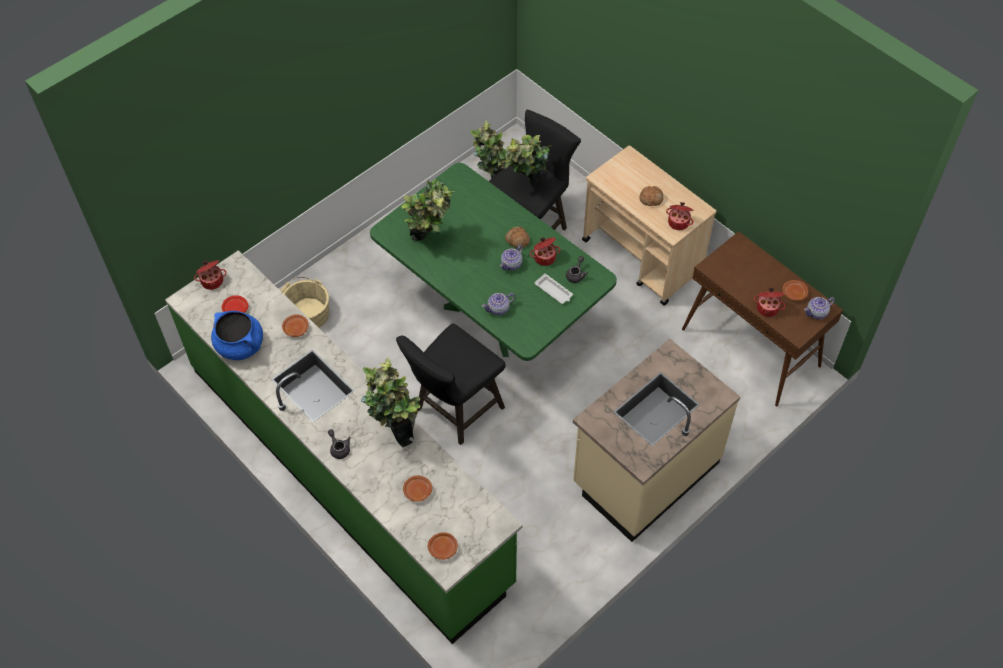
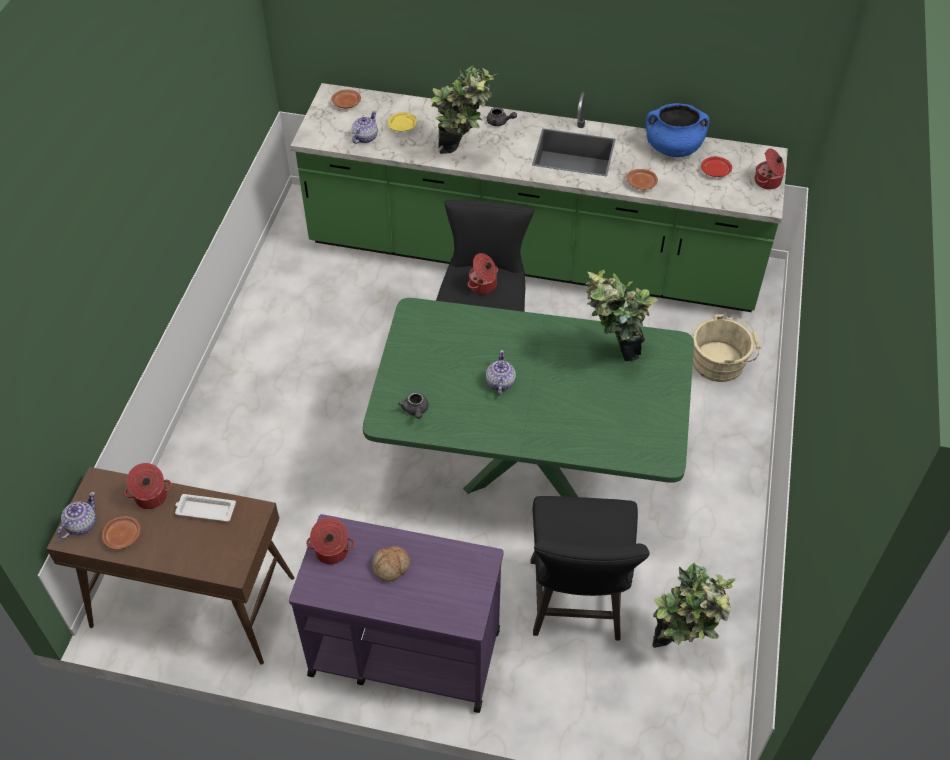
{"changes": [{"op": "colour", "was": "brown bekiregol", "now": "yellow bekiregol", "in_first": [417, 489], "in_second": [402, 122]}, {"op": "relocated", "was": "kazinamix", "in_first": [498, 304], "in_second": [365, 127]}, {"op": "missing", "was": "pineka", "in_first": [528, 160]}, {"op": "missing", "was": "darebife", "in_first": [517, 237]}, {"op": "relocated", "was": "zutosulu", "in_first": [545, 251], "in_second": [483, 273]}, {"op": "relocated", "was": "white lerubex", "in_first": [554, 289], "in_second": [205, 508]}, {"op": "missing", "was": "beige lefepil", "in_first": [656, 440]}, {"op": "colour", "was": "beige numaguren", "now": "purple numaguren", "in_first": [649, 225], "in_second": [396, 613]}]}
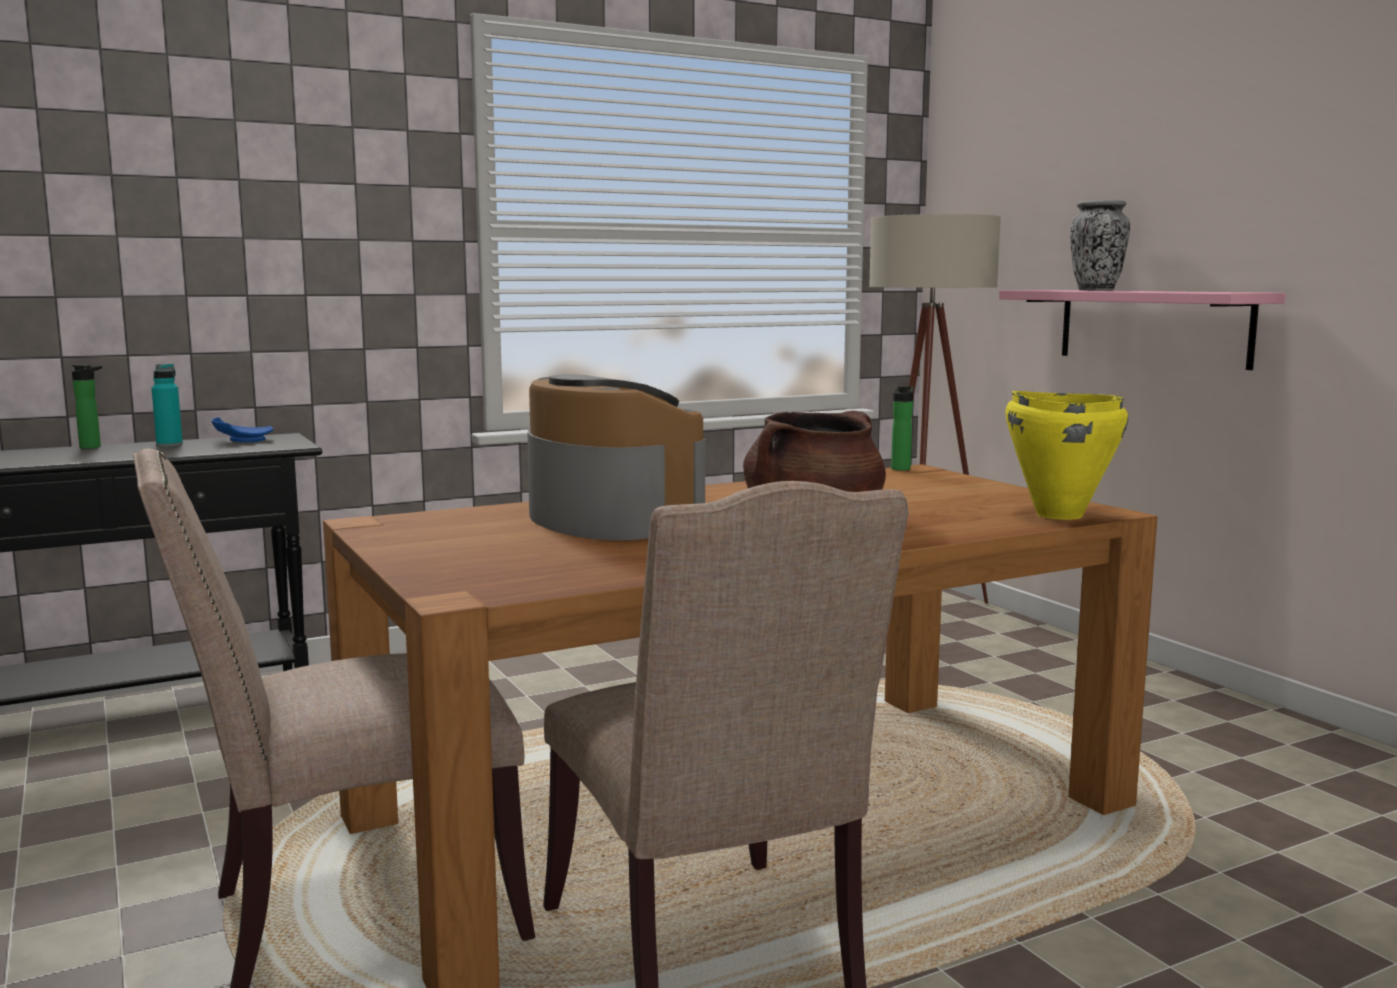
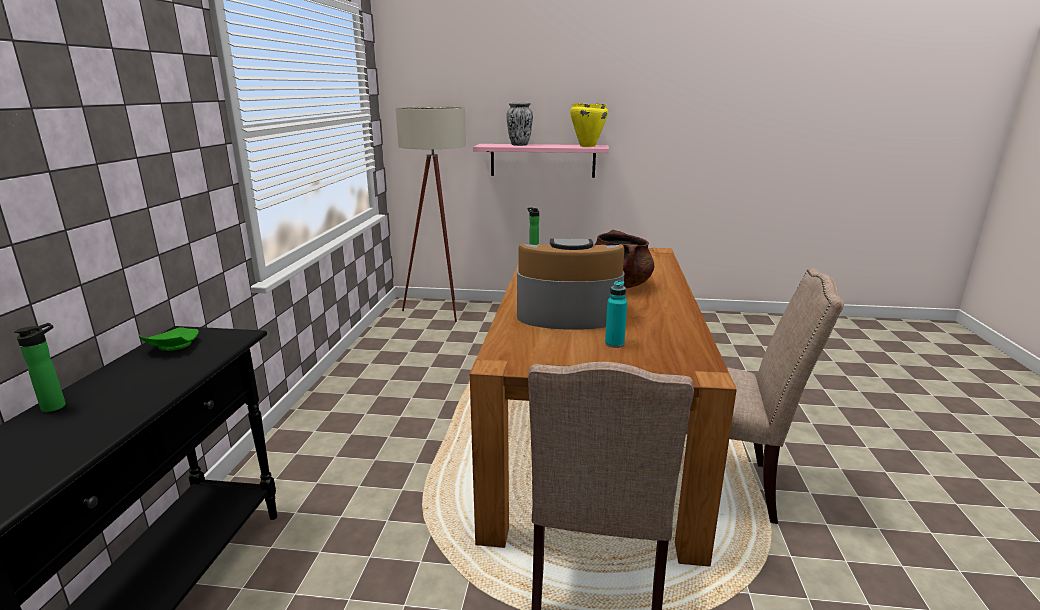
{"changes": [{"op": "relocated", "was": "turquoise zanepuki", "in_first": [167, 405], "in_second": [616, 314]}, {"op": "colour", "was": "blue bekiregol", "now": "green bekiregol", "in_first": [242, 429], "in_second": [169, 339]}, {"op": "relocated", "was": "yellow zutosulu", "in_first": [1066, 455], "in_second": [589, 125]}]}
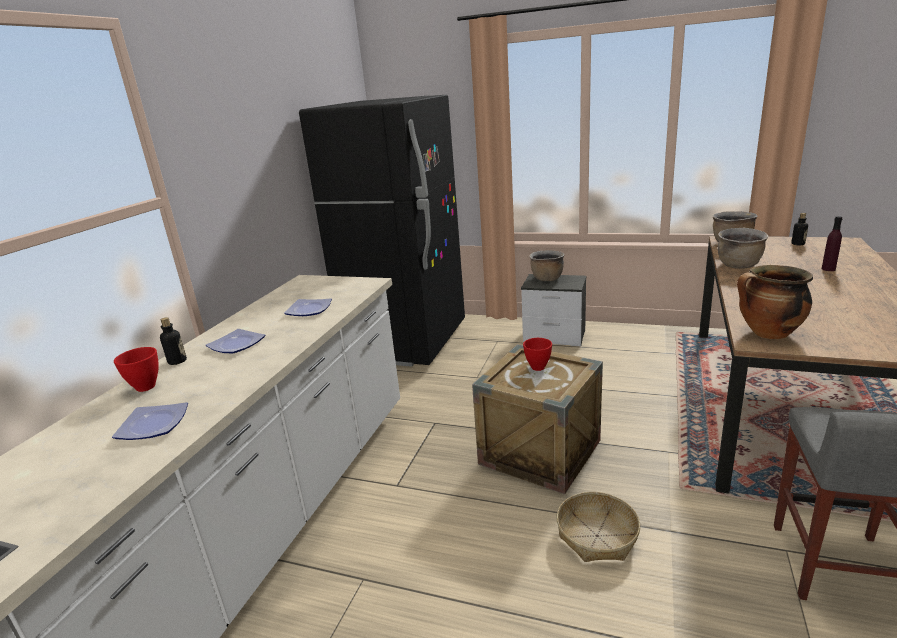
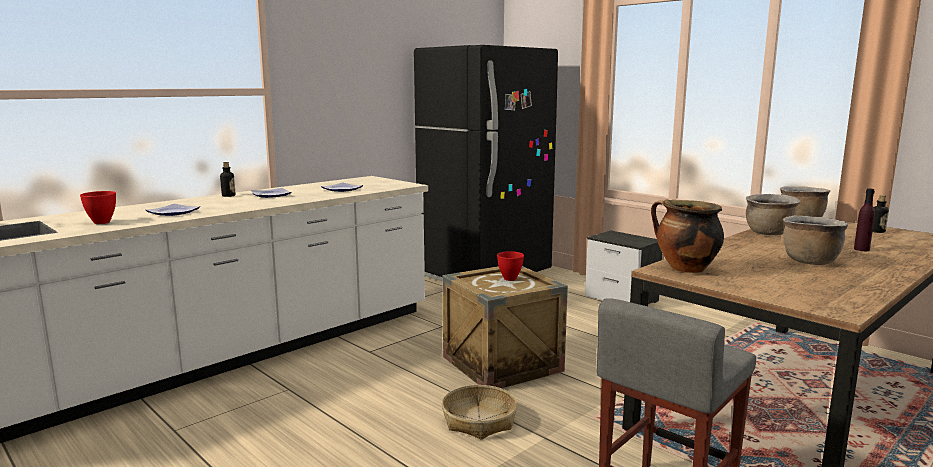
{"changes": [{"op": "relocated", "was": "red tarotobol", "in_first": [136, 369], "in_second": [98, 207]}, {"op": "relocated", "was": "brown zutosulu", "in_first": [547, 265], "in_second": [816, 240]}]}
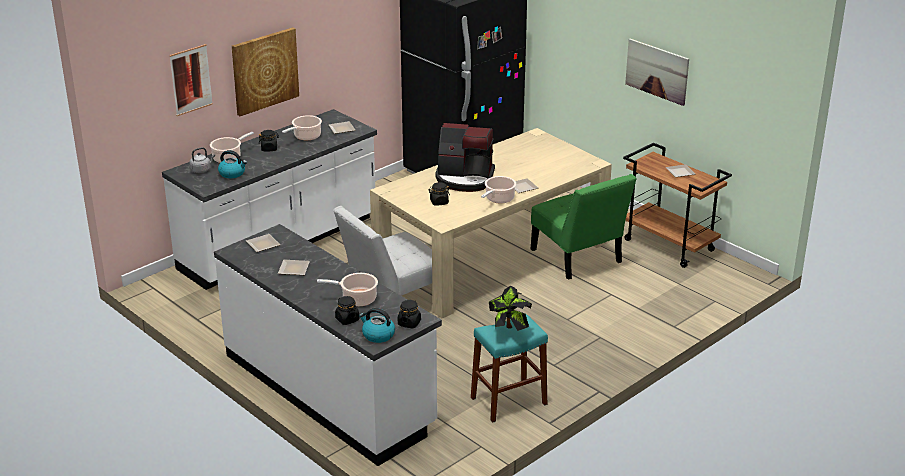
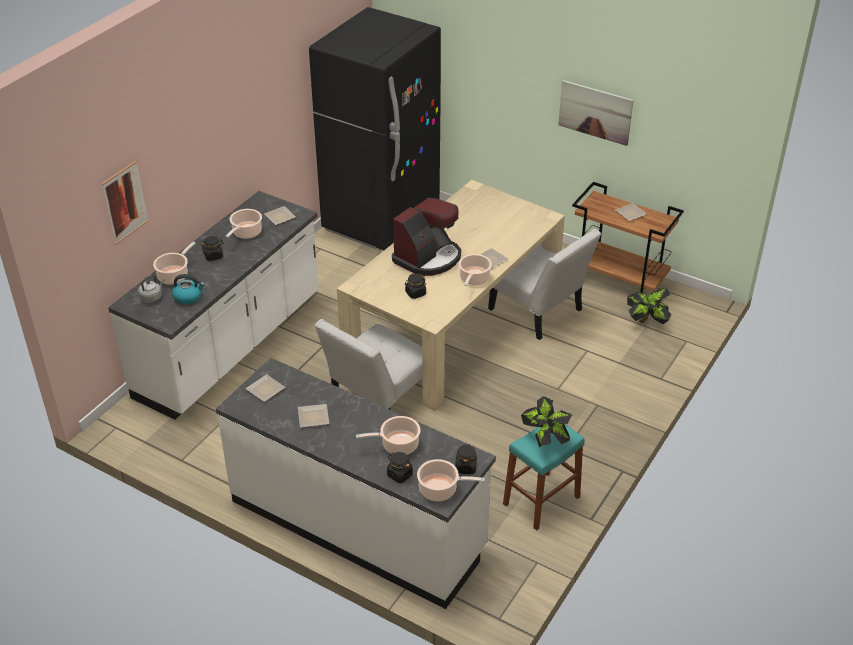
{"changes": [{"op": "missing", "was": "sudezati", "in_first": [265, 71]}, {"op": "exchanged", "was": "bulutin", "now": "zutosulu", "in_first": [377, 325], "in_second": [451, 480]}, {"op": "spun", "was": "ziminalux", "in_first": [465, 157], "in_second": [426, 237], "clockwise": -45}, {"op": "colour", "was": "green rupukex", "now": "white rupukex", "in_first": [584, 227], "in_second": [544, 284]}, {"op": "appeared", "now": "pineka", "in_second": [649, 306]}]}
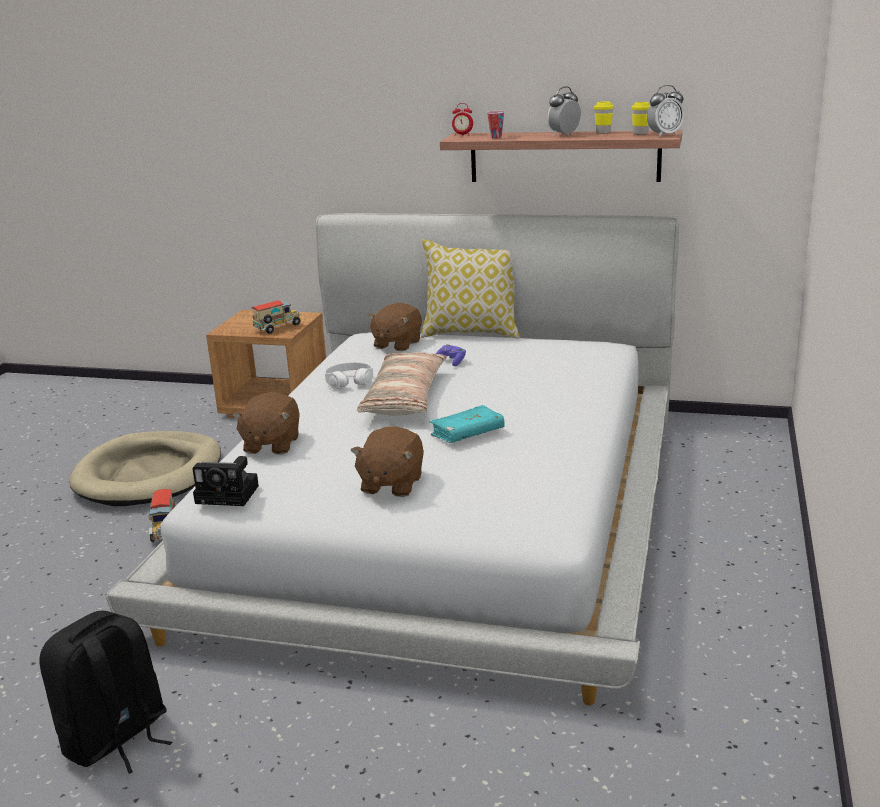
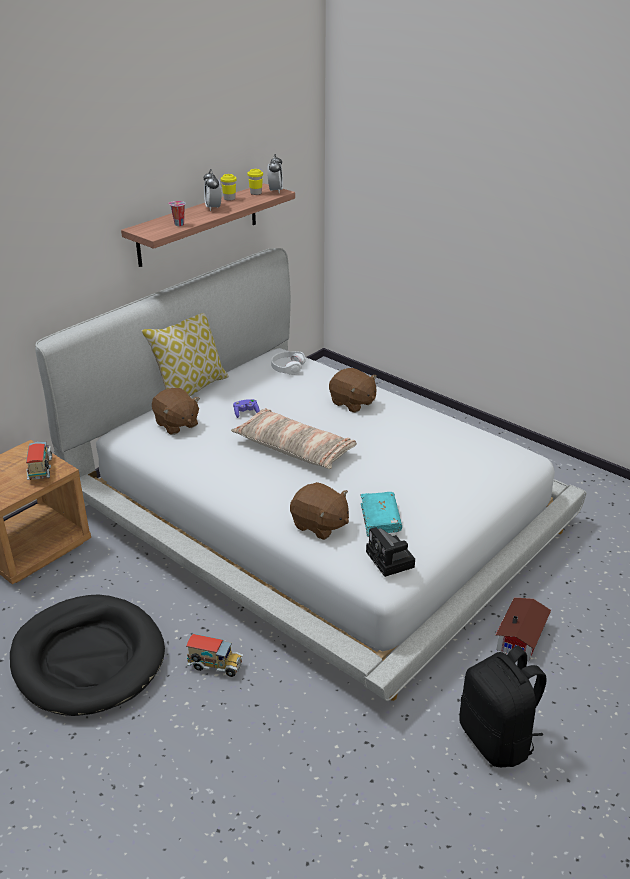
{"changes": [{"op": "colour", "was": "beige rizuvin", "now": "black rizuvin", "in_first": [145, 468], "in_second": [87, 655]}, {"op": "spun", "was": "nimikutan", "in_first": [225, 481], "in_second": [390, 552], "clockwise": 120}, {"op": "relocated", "was": "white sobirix", "in_first": [349, 376], "in_second": [288, 363]}, {"op": "relocated", "was": "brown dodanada", "in_first": [387, 461], "in_second": [353, 390]}, {"op": "relocated", "was": "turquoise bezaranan", "in_first": [467, 424], "in_second": [381, 514]}, {"op": "missing", "was": "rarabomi", "in_first": [462, 119]}, {"op": "appeared", "now": "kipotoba", "in_second": [523, 630]}]}
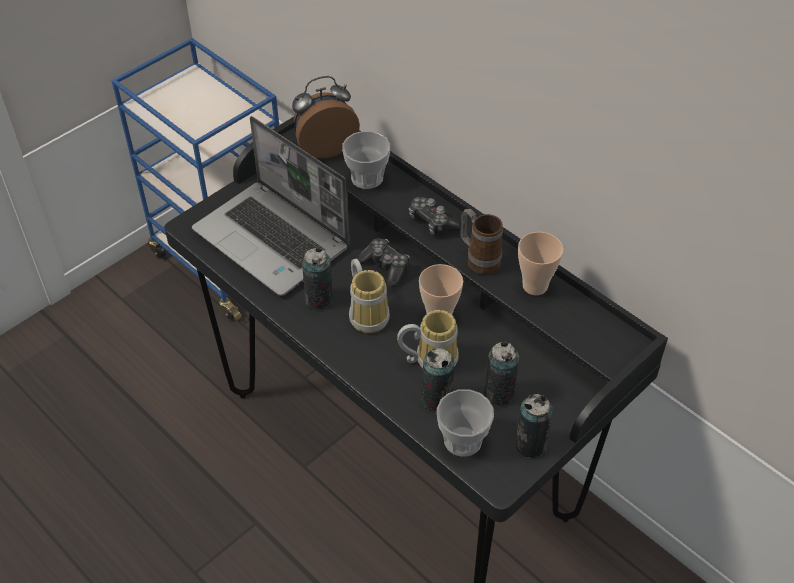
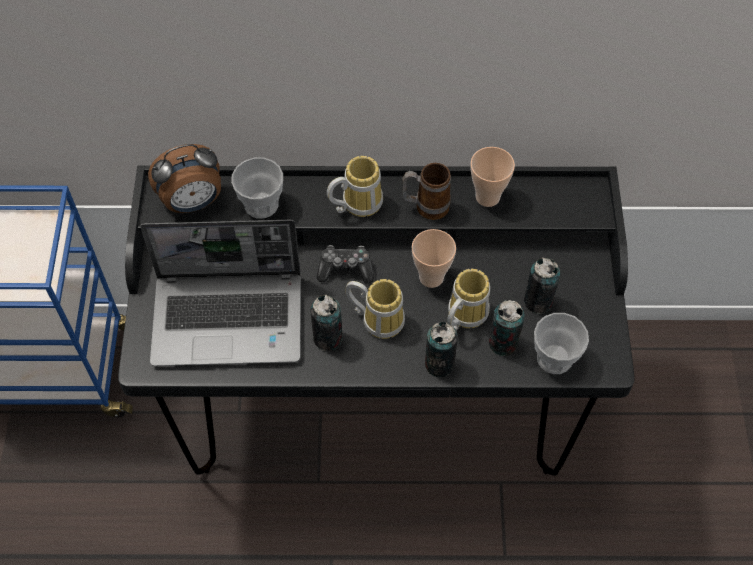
{"changes": [{"op": "spun", "was": "rarabomi", "in_first": [326, 117], "in_second": [184, 178], "clockwise": -135}, {"op": "exchanged", "was": "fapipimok", "now": "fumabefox", "in_first": [435, 216], "in_second": [355, 186]}, {"op": "relocated", "was": "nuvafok", "in_first": [534, 426], "in_second": [441, 349]}]}
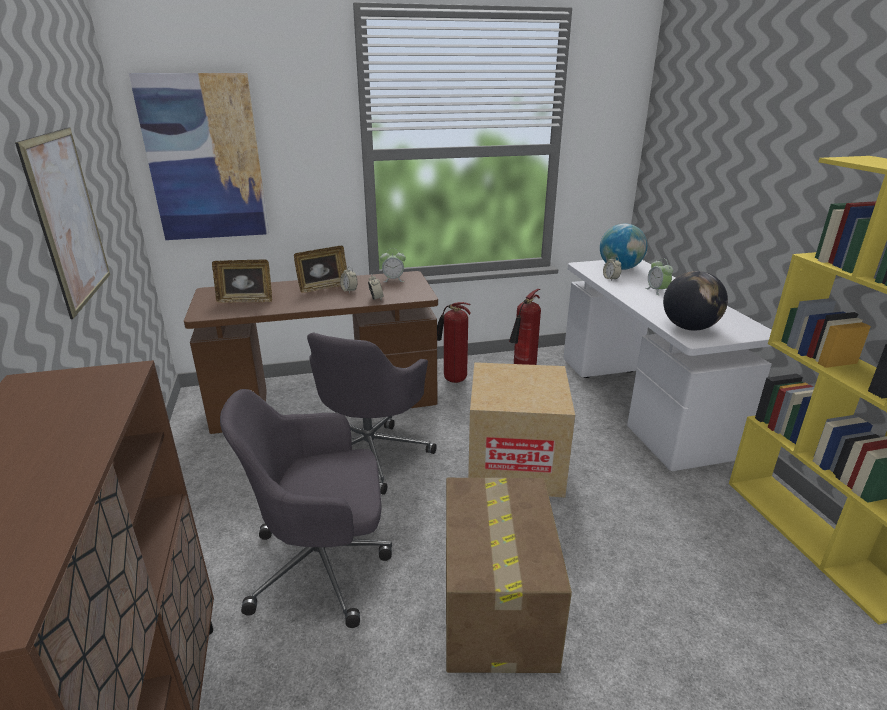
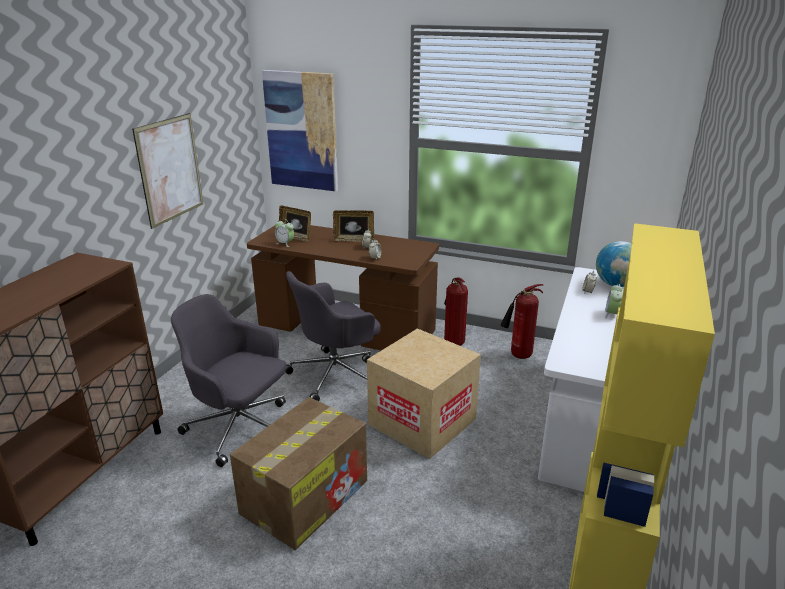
{"changes": [{"op": "relocated", "was": "rarabomi", "in_first": [393, 267], "in_second": [284, 233]}, {"op": "missing", "was": "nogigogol", "in_first": [695, 300]}]}
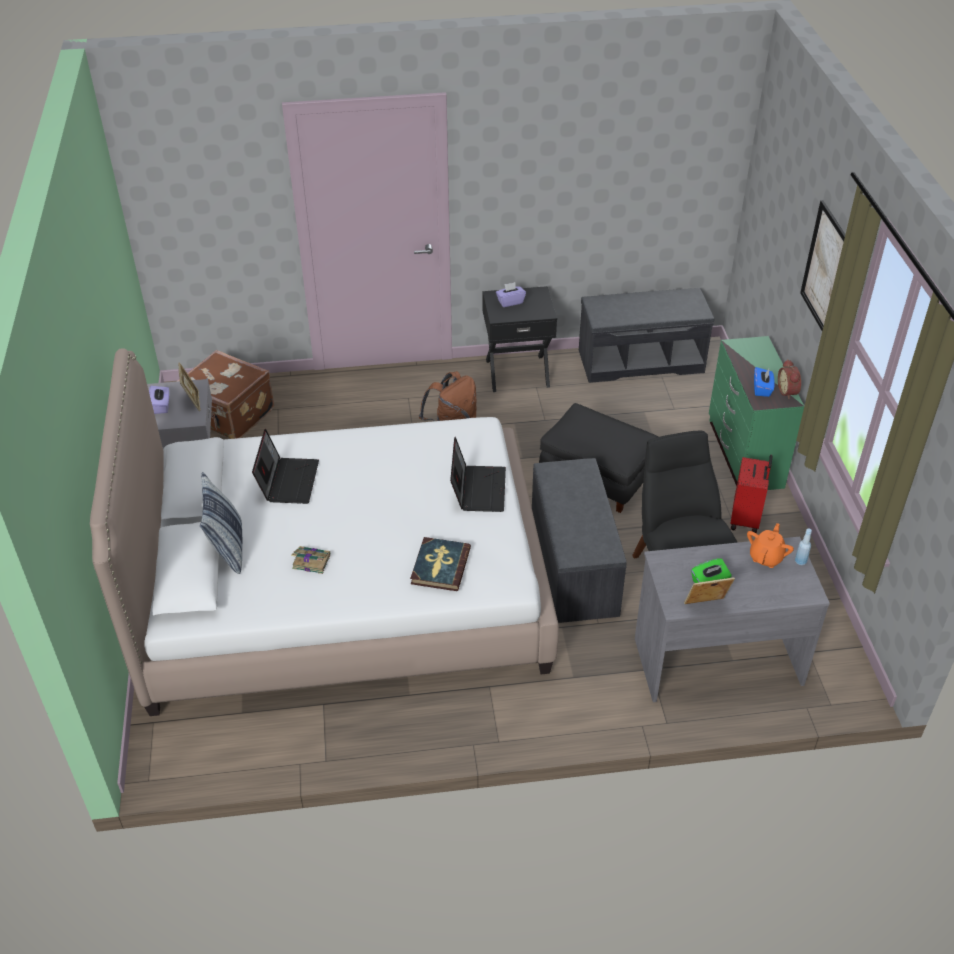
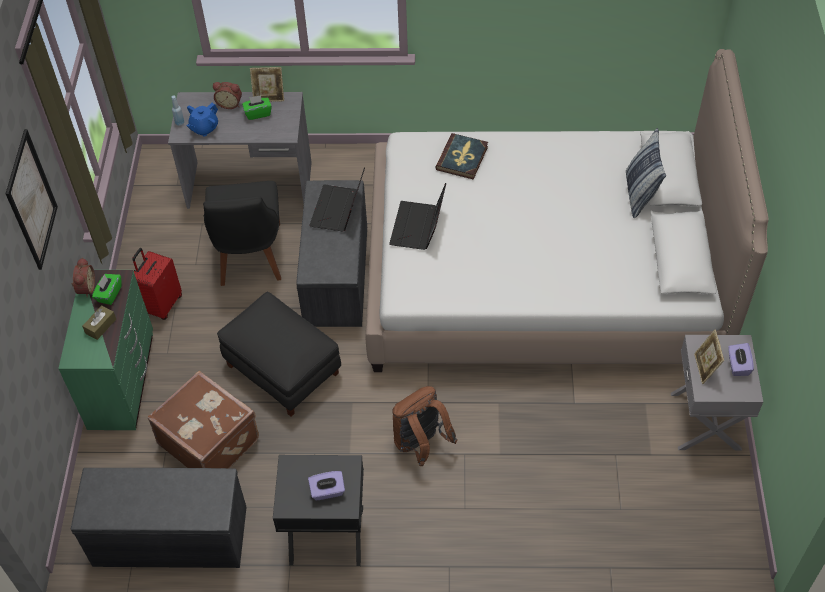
{"changes": [{"op": "relocated", "was": "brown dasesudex", "in_first": [225, 394], "in_second": [203, 419]}, {"op": "relocated", "was": "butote", "in_first": [285, 466], "in_second": [337, 200]}, {"op": "missing", "was": "bezaranan", "in_first": [310, 560]}, {"op": "colour", "was": "orange kazinamix", "now": "blue kazinamix", "in_first": [770, 545], "in_second": [202, 120]}, {"op": "colour", "was": "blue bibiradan", "now": "green bibiradan", "in_first": [764, 382], "in_second": [107, 289]}, {"op": "appeared", "now": "brown bibiradan", "in_second": [99, 322]}, {"op": "appeared", "now": "rarabomi", "in_second": [227, 95]}]}
